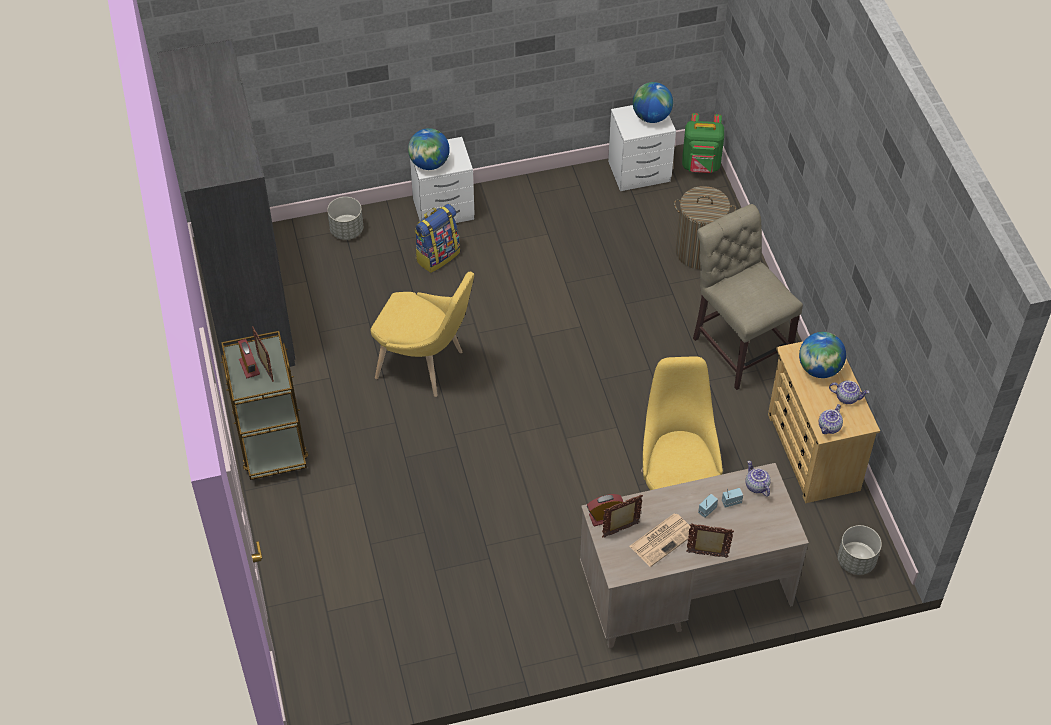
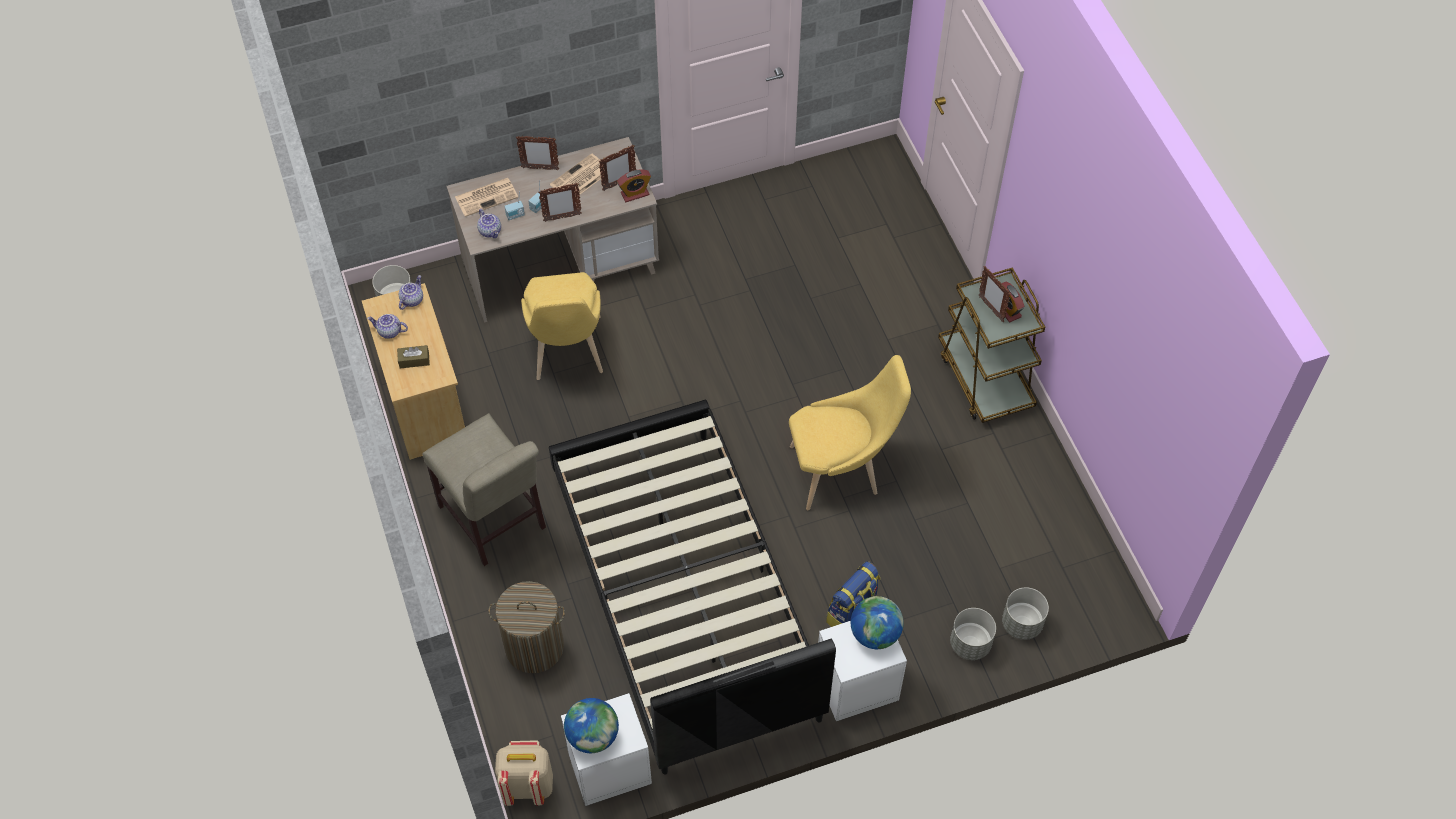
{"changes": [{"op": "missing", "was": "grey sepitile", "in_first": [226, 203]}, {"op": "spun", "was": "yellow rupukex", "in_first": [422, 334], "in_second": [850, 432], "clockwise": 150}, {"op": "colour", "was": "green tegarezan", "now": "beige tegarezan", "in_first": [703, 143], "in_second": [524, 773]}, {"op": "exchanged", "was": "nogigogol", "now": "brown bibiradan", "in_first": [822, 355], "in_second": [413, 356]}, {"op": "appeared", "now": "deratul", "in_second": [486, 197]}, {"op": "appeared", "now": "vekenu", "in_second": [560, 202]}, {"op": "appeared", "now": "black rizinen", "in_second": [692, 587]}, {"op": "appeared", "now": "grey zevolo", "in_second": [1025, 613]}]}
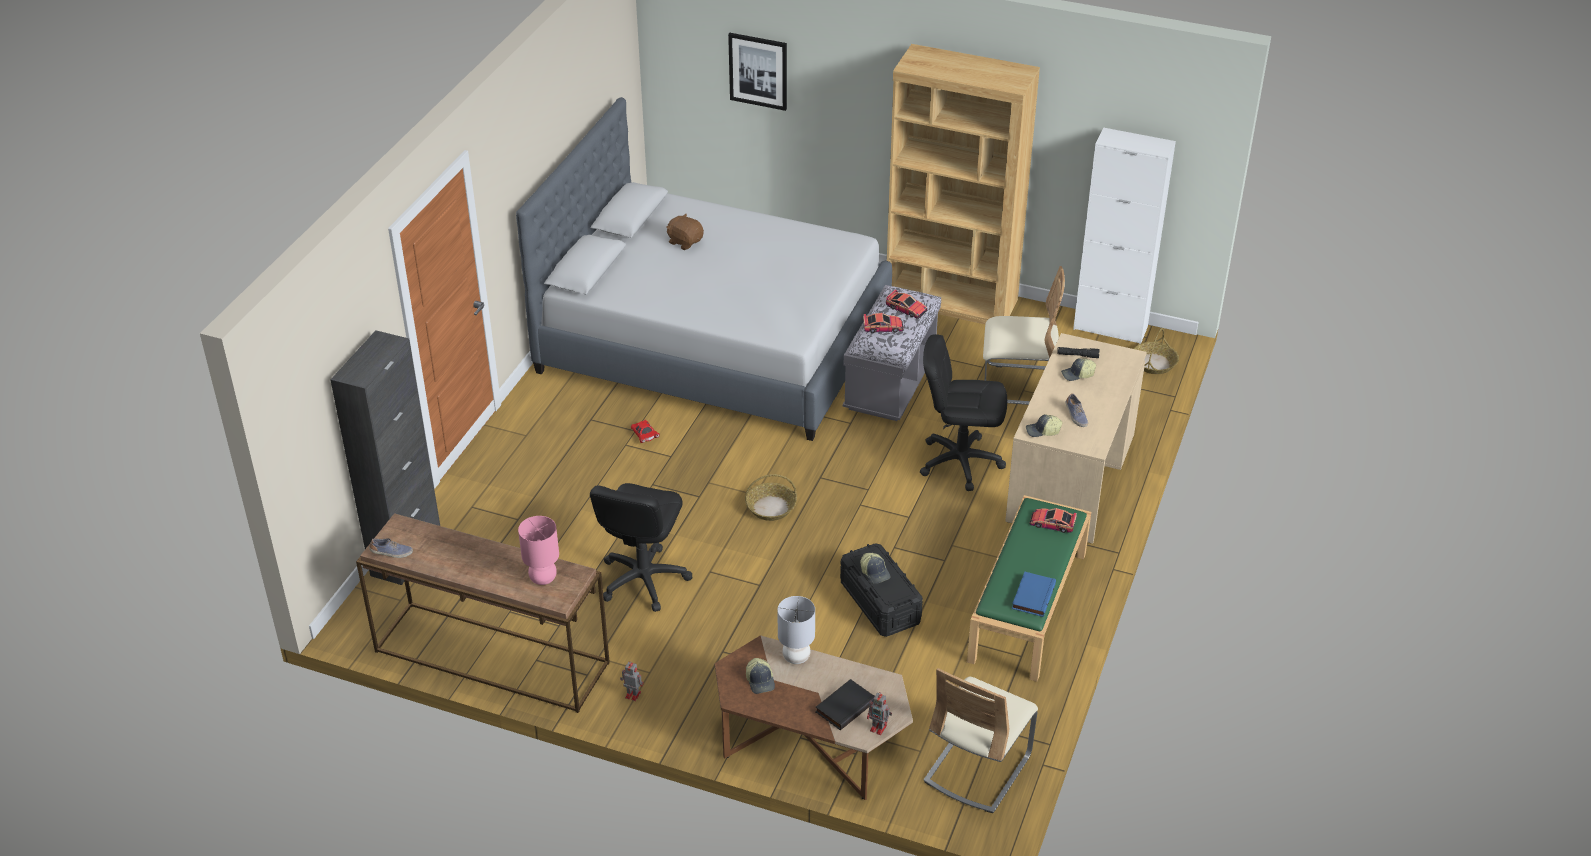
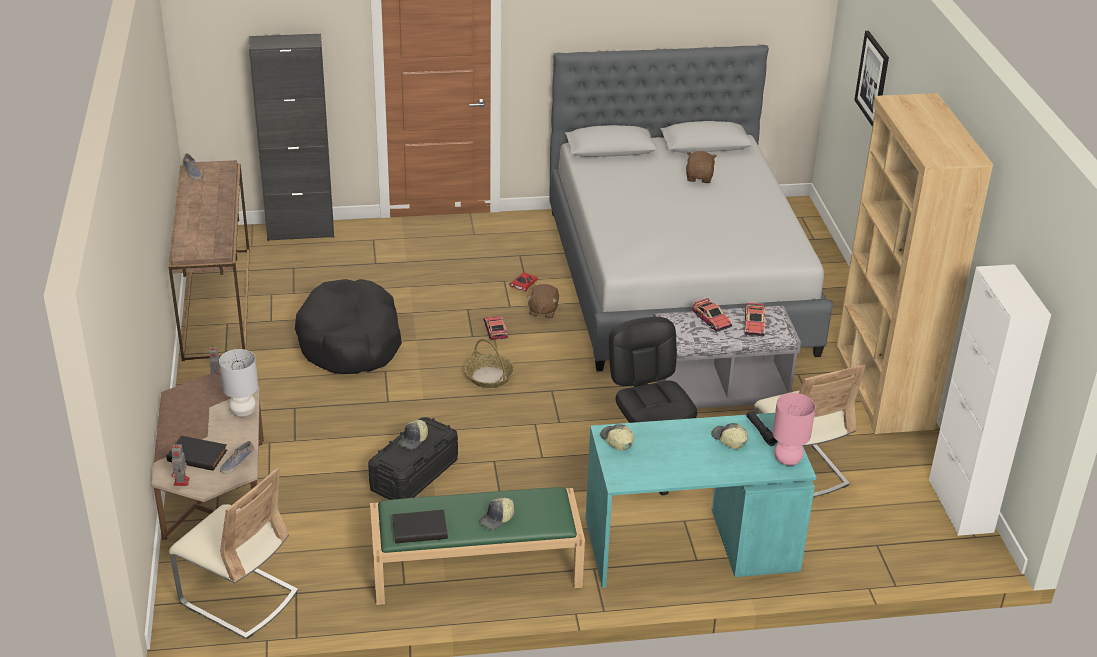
{"changes": [{"op": "relocated", "was": "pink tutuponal", "in_first": [538, 550], "in_second": [794, 429]}, {"op": "exchanged", "was": "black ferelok", "now": "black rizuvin", "in_first": [641, 547], "in_second": [348, 326]}, {"op": "relocated", "was": "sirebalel", "in_first": [760, 676], "in_second": [496, 513]}, {"op": "spun", "was": "beige rupukex", "in_first": [980, 740], "in_second": [233, 553], "clockwise": -150}, {"op": "colour", "was": "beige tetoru", "now": "turquoise tetoru", "in_first": [1076, 438], "in_second": [701, 500]}, {"op": "colour", "was": "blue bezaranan", "now": "black bezaranan", "in_first": [1034, 594], "in_second": [420, 526]}, {"op": "relocated", "was": "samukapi", "in_first": [1053, 520], "in_second": [495, 328]}, {"op": "relocated", "was": "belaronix", "in_first": [1077, 410], "in_second": [237, 457]}, {"op": "missing", "was": "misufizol", "in_first": [1156, 351]}, {"op": "appeared", "now": "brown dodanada", "in_second": [543, 301]}]}
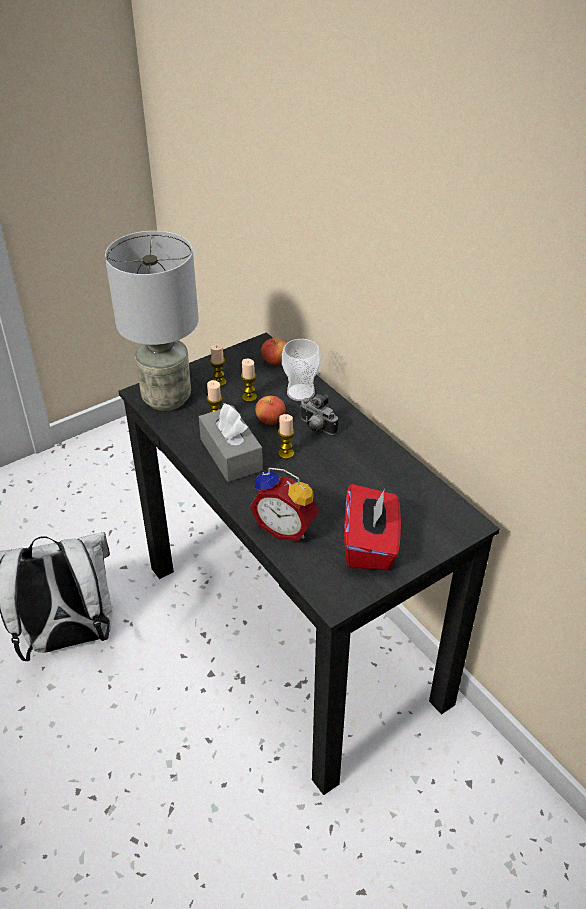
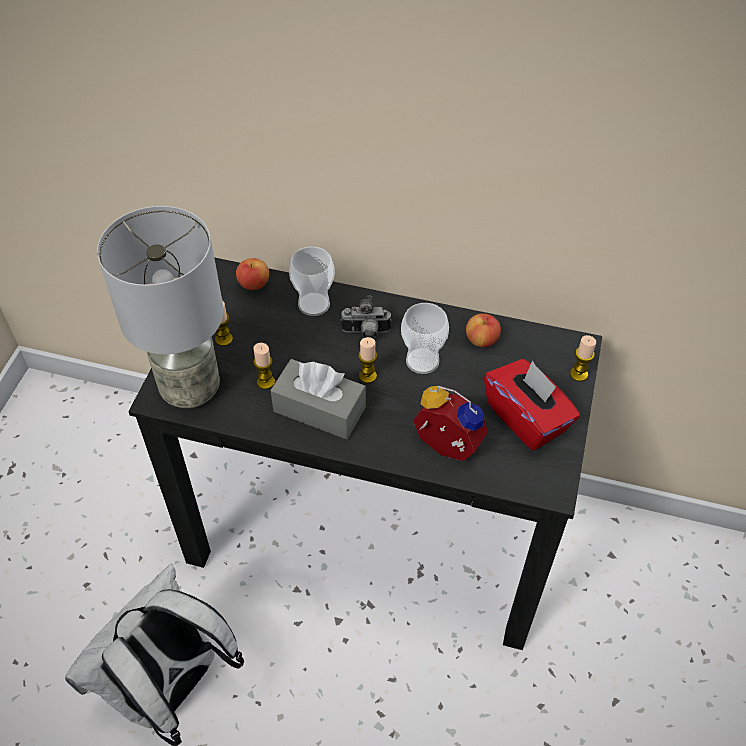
{"changes": [{"op": "relocated", "was": "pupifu", "in_first": [249, 380], "in_second": [583, 358]}, {"op": "spun", "was": "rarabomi", "in_first": [284, 504], "in_second": [450, 423], "clockwise": -135}, {"op": "relocated", "was": "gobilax", "in_first": [270, 410], "in_second": [483, 330]}, {"op": "appeared", "now": "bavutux", "in_second": [425, 338]}]}
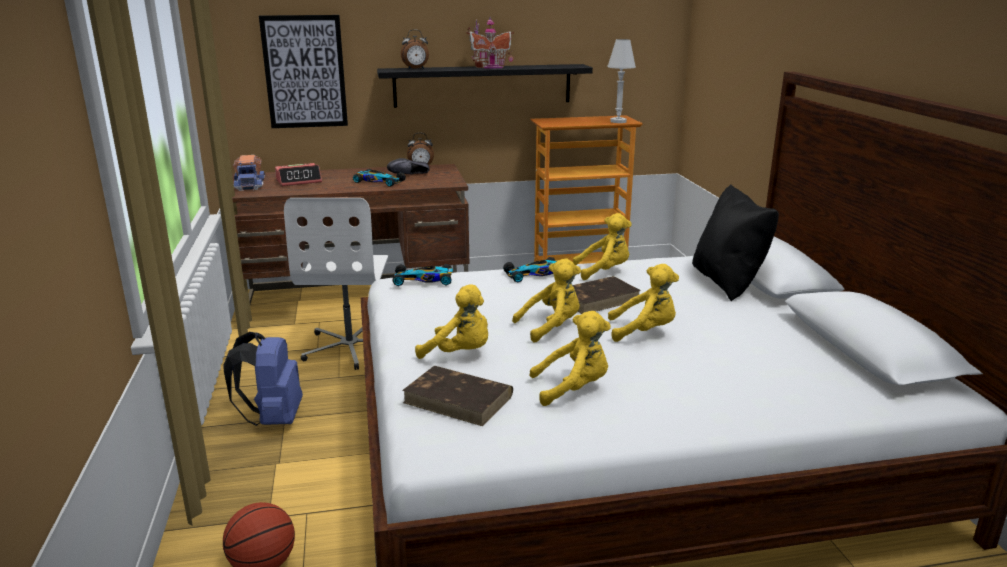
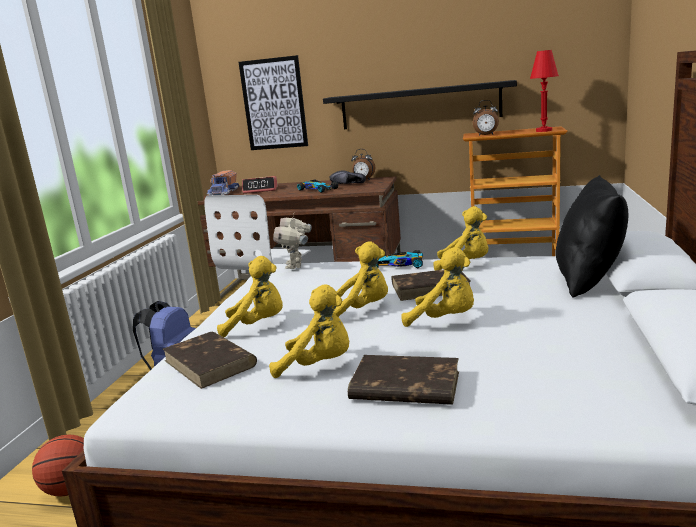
{"changes": [{"op": "exchanged", "was": "samukapi", "now": "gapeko", "in_first": [422, 275], "in_second": [292, 241]}, {"op": "relocated", "was": "rarabomi", "in_first": [415, 49], "in_second": [486, 118]}, {"op": "spun", "was": "yellow dodanada", "in_first": [451, 321], "in_second": [250, 296], "clockwise": -45}, {"op": "missing", "was": "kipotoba", "in_first": [490, 43]}, {"op": "colour", "was": "white tutuponal", "now": "red tutuponal", "in_first": [621, 81], "in_second": [544, 91]}, {"op": "appeared", "now": "brown bezaranan", "in_second": [403, 380]}]}
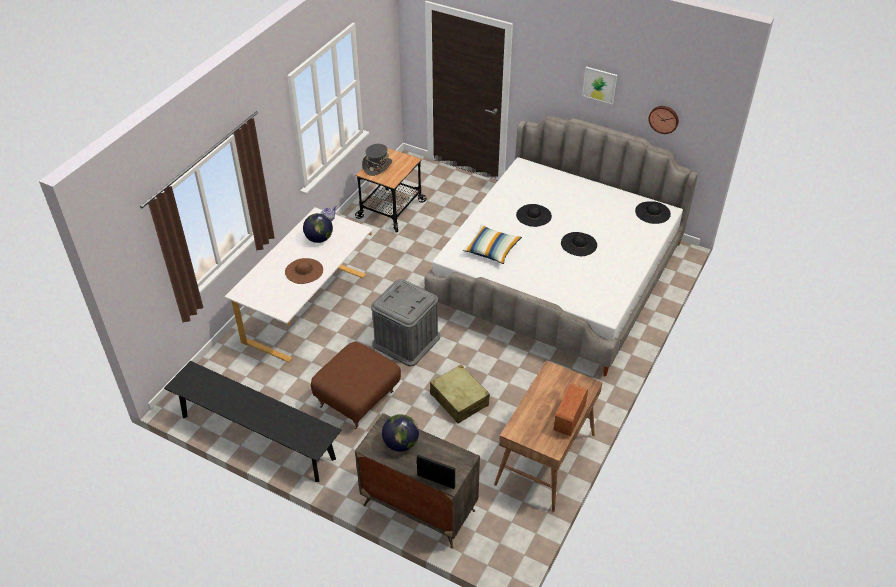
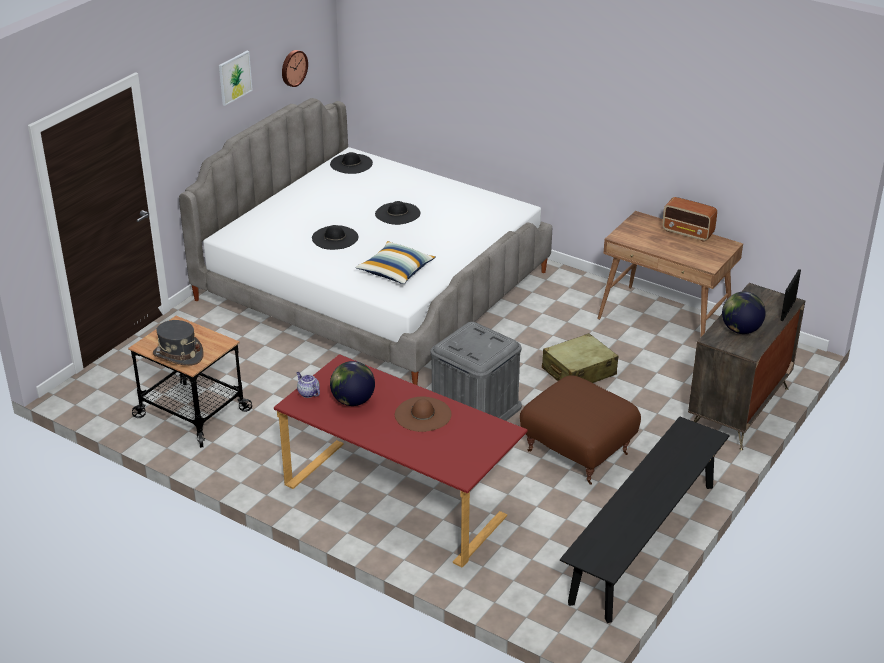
{"changes": [{"op": "colour", "was": "white tetoru", "now": "red tetoru", "in_first": [299, 284], "in_second": [401, 461]}]}
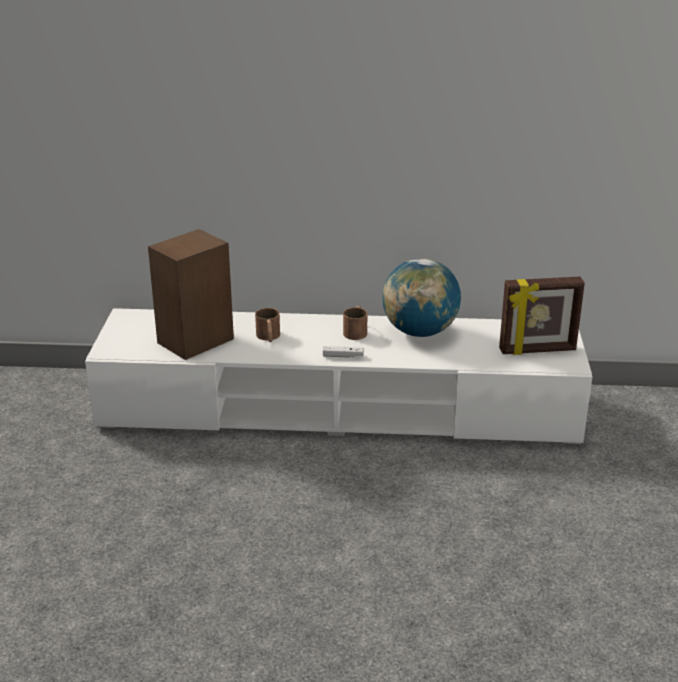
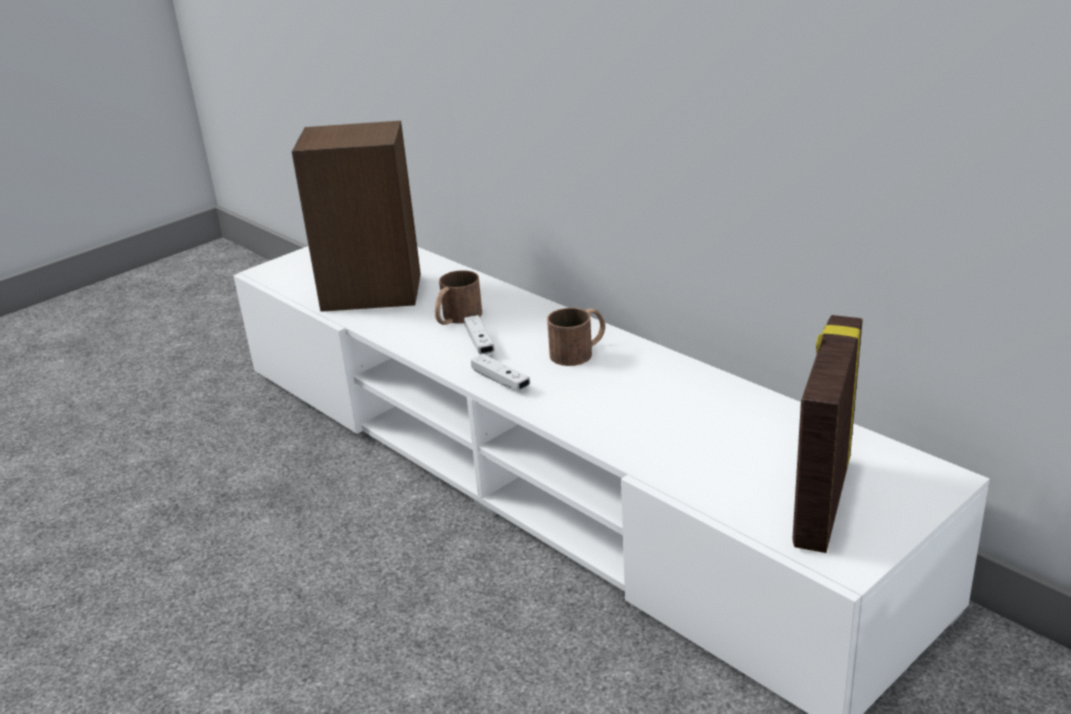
{"changes": [{"op": "missing", "was": "nogigogol", "in_first": [421, 297]}, {"op": "spun", "was": "vekenu", "in_first": [542, 316], "in_second": [828, 434], "clockwise": 75}, {"op": "appeared", "now": "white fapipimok", "in_second": [479, 334]}]}
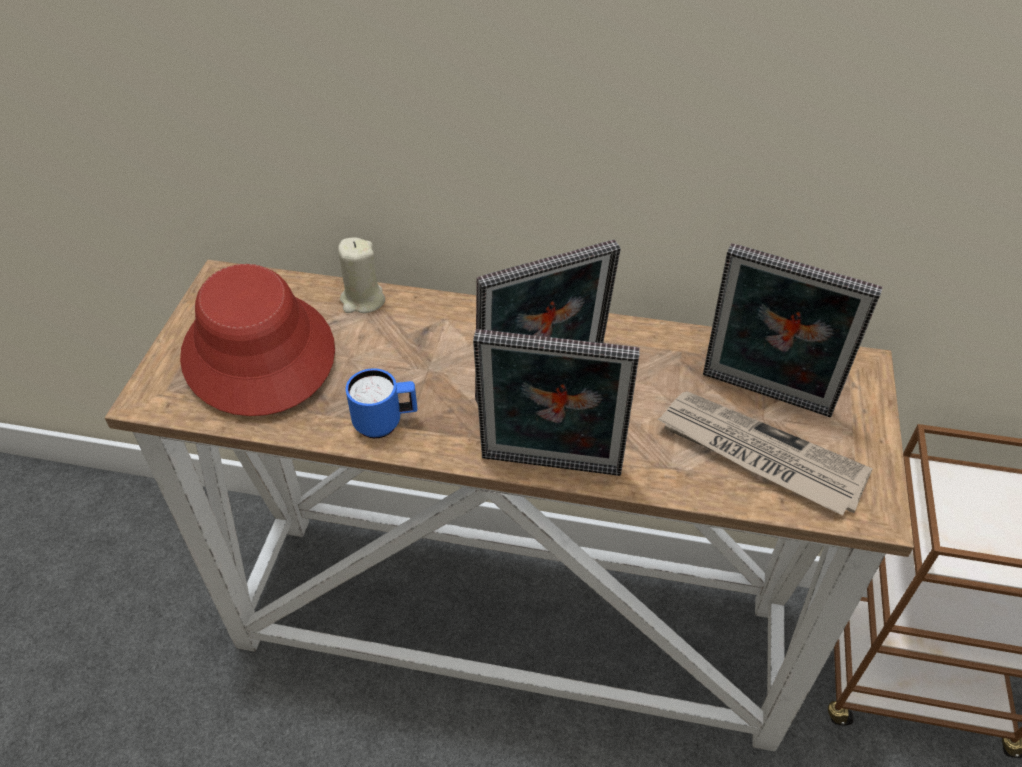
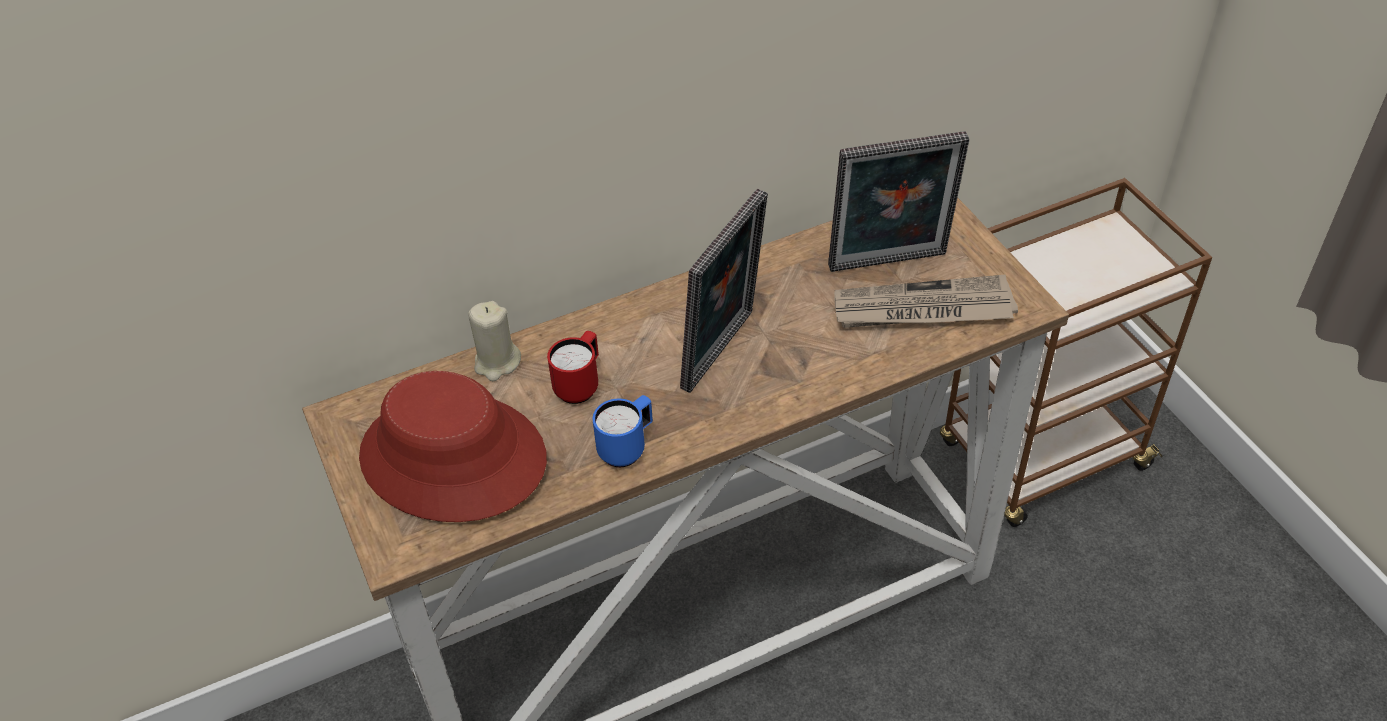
{"changes": [{"op": "missing", "was": "vekenu", "in_first": [556, 402]}, {"op": "appeared", "now": "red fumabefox", "in_second": [573, 367]}]}
